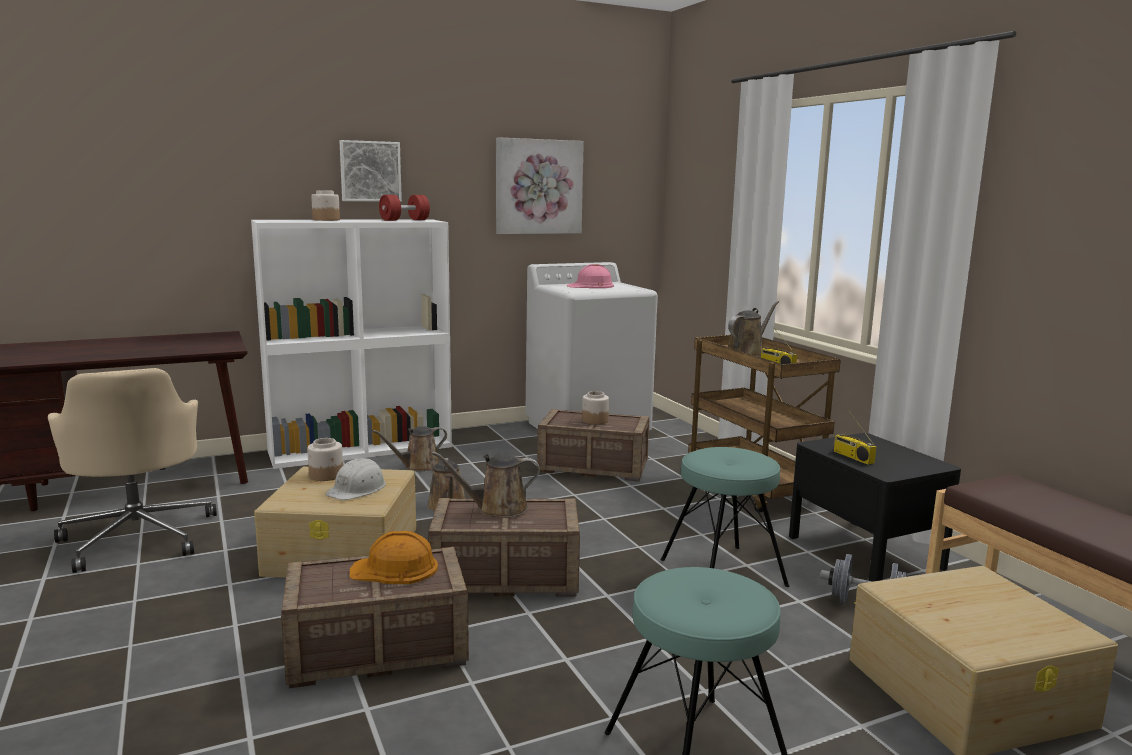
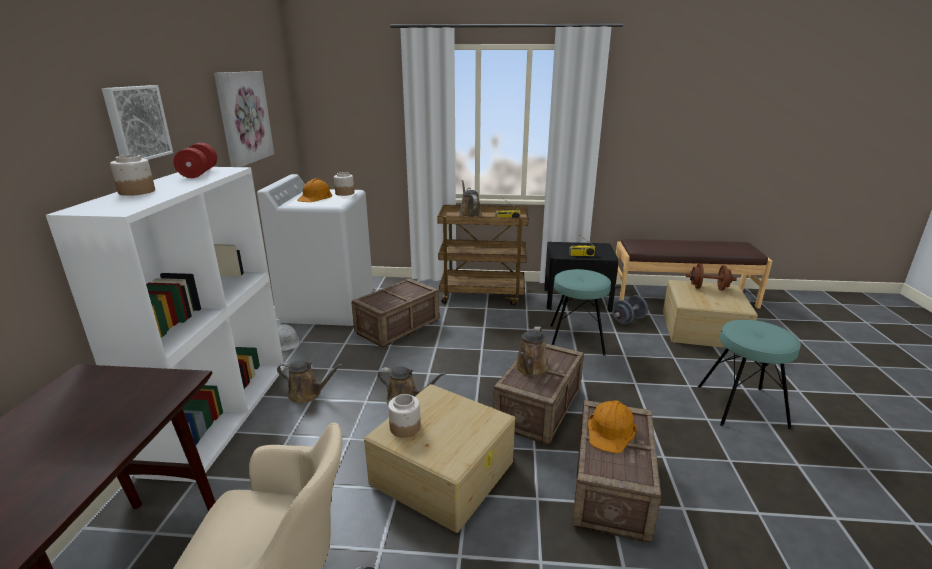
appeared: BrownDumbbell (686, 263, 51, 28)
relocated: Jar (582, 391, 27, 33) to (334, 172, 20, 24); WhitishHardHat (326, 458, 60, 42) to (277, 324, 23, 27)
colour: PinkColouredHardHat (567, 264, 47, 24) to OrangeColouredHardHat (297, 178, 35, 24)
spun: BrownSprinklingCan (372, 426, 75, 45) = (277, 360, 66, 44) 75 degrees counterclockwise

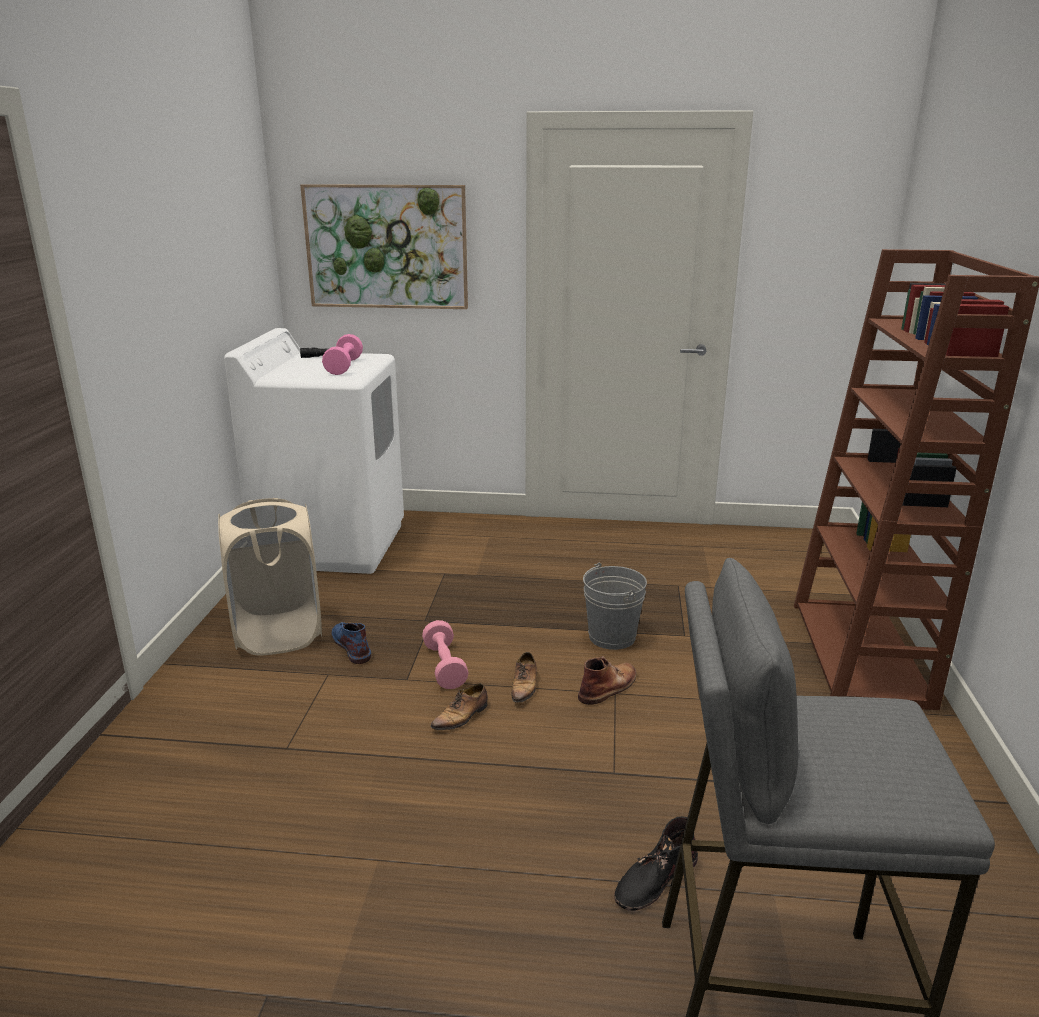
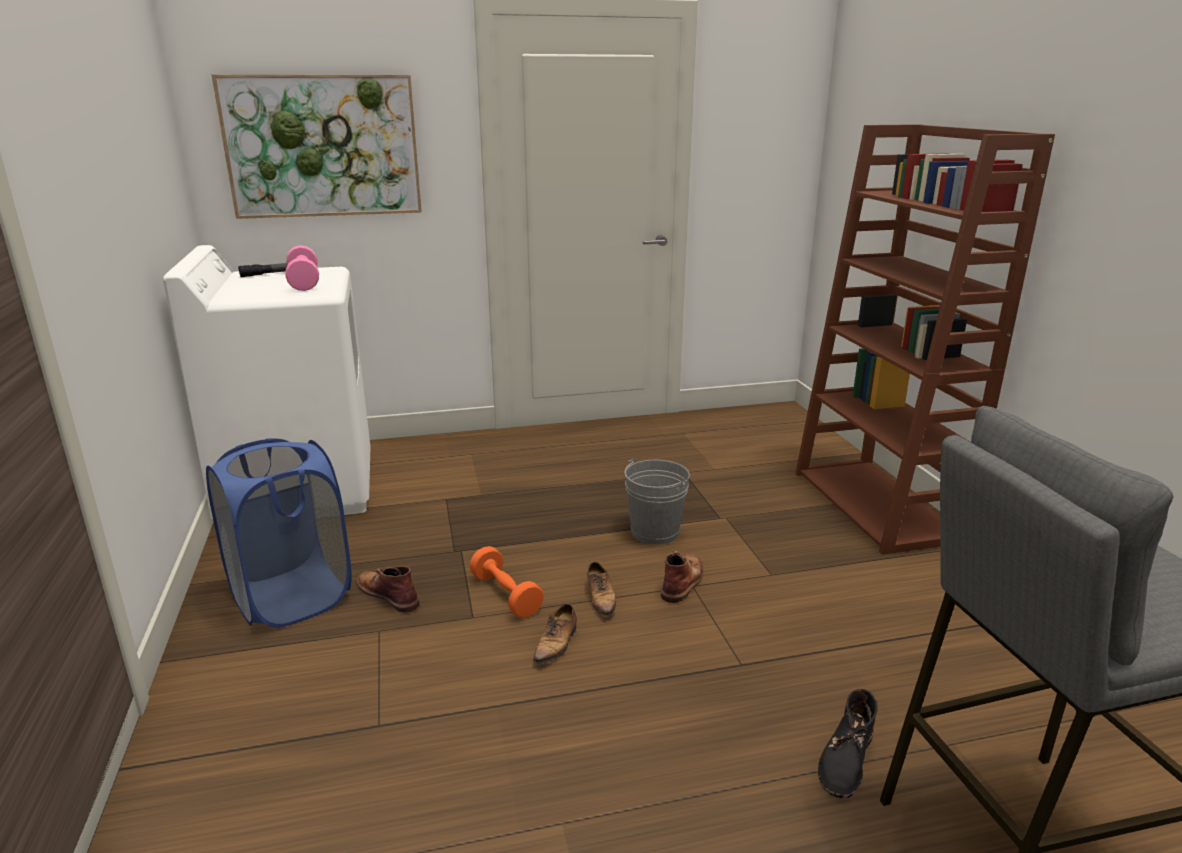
colour: SandColouredHamper (218, 498, 104, 158) to BlueHamper (206, 438, 146, 190); PinkColouredDumbbell (422, 620, 47, 69) to OrangeColouredDumbbell (470, 546, 74, 72); BlueHighTopBoot (332, 622, 39, 42) to BrownHighTopBoot (357, 566, 62, 47)

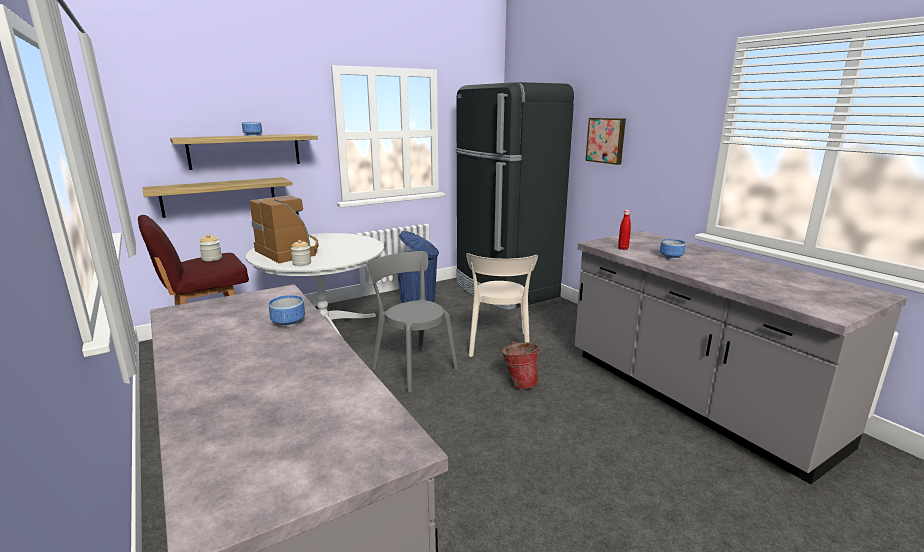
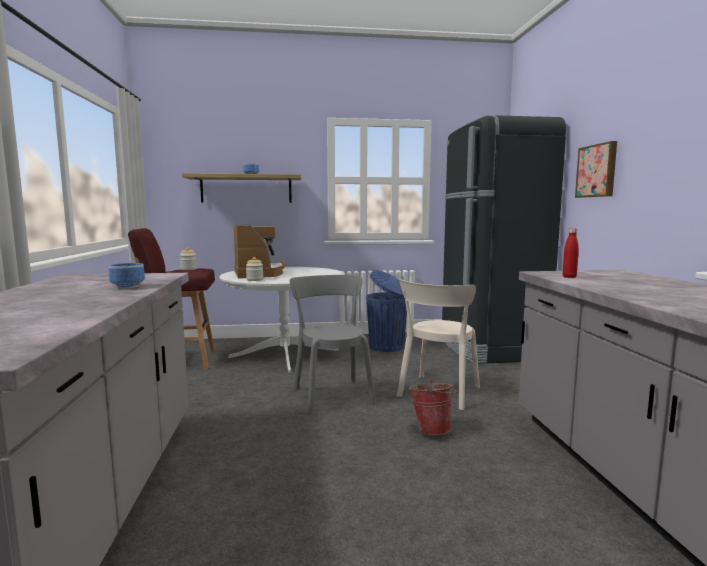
missing: WallShelf (142, 177, 151, 41); DeepDish (660, 239, 26, 20)

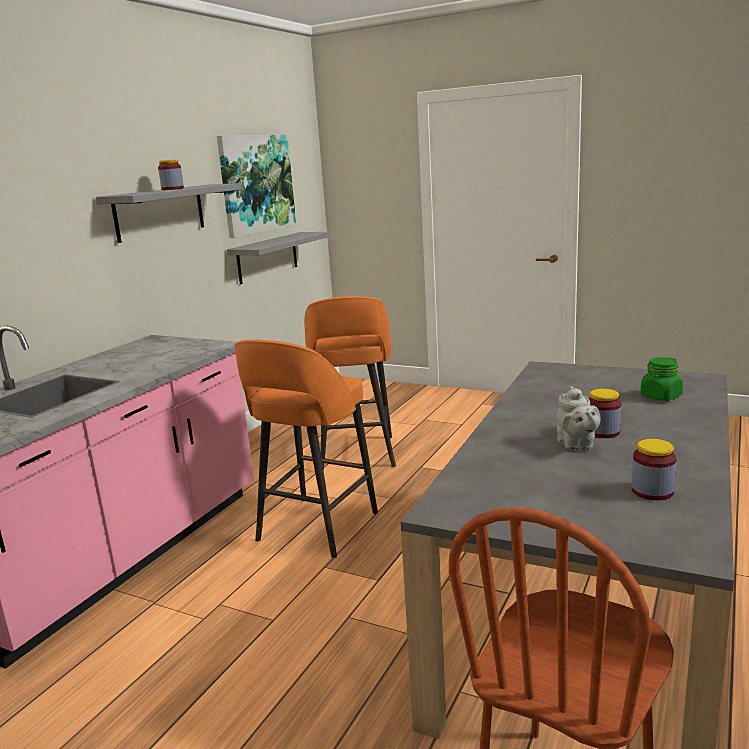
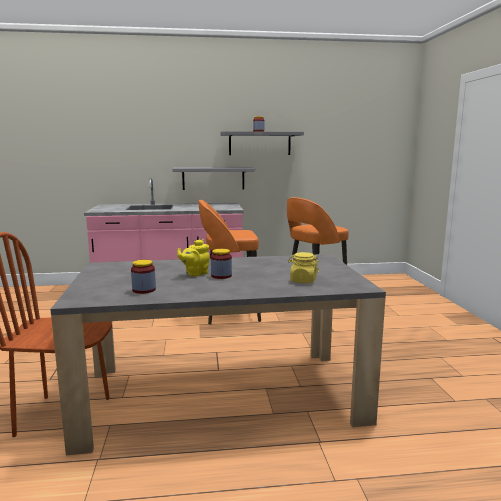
missing: Picture (217, 134, 79, 104)
relocated: GreyWallShelf (227, 232, 103, 53) to (172, 167, 83, 23)
colour: GreenishJar (640, 357, 43, 44) to YellowishJar (288, 252, 31, 31); GreyTeaPot (557, 386, 44, 65) to YellowishTeaPot (177, 239, 33, 38)

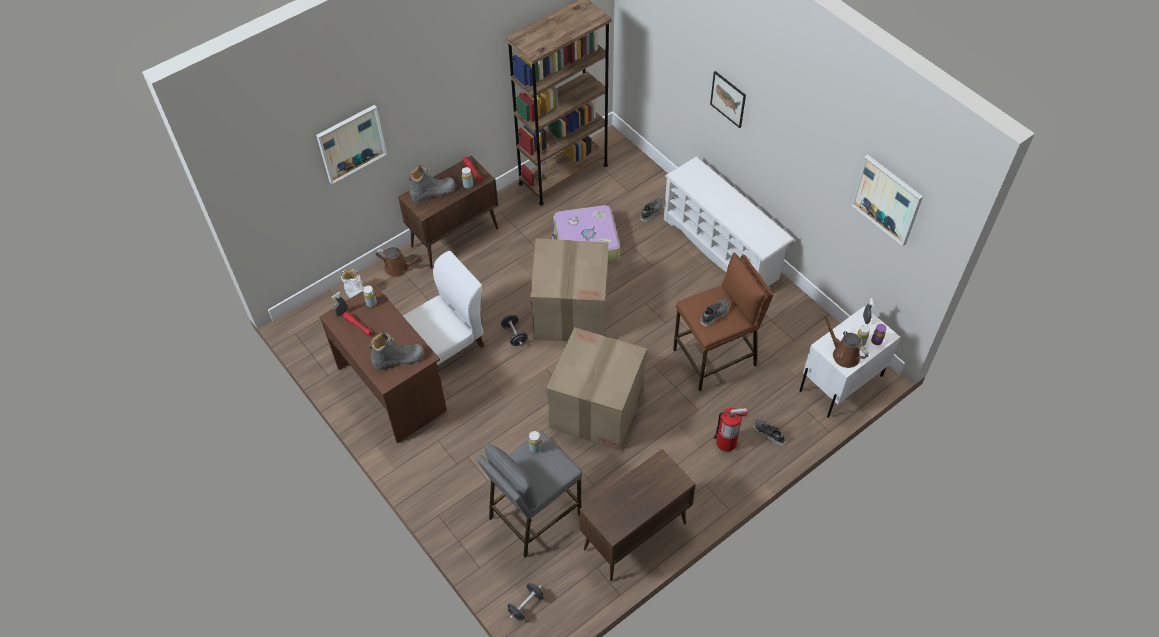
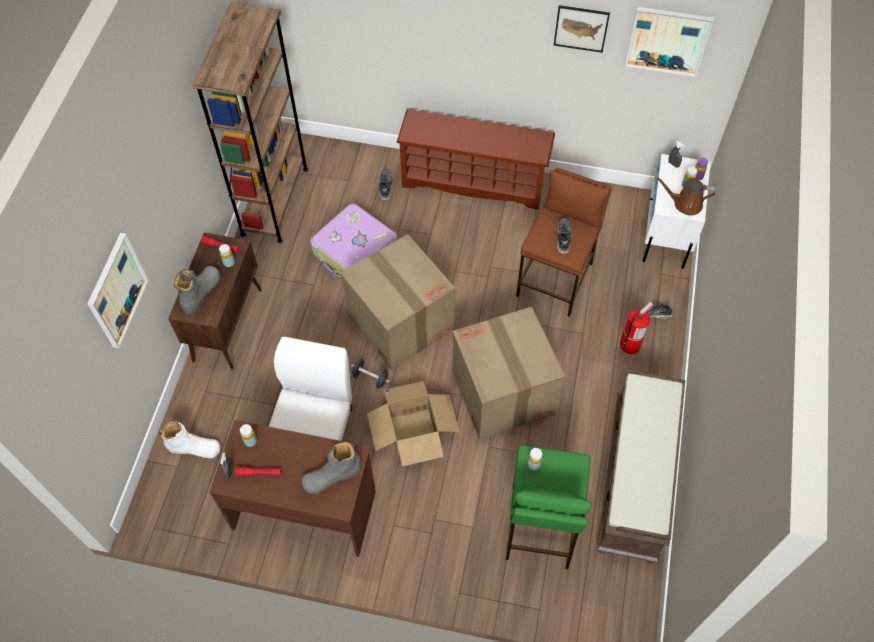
missing: BrownSprinklingCan (376, 247, 50, 30); BlackColouredDumbbell (508, 583, 36, 38)
appeared: Carton (367, 381, 93, 86)
relocated: Picture (710, 71, 36, 57) to (554, 5, 56, 48)
exchanged: BrownStorageCabinet (579, 449, 117, 132) to BrownBench (597, 369, 88, 195)
colour: WhitishShoeShelf (664, 157, 130, 130) to BrownShoeShelf (397, 109, 158, 101); GreySittingStool (477, 430, 105, 128) to GreenishSittingStool (506, 445, 86, 124)
spun: GreyHighTopBoot (370, 332, 54, 38) = (302, 442, 59, 52) 150 degrees counterclockwise

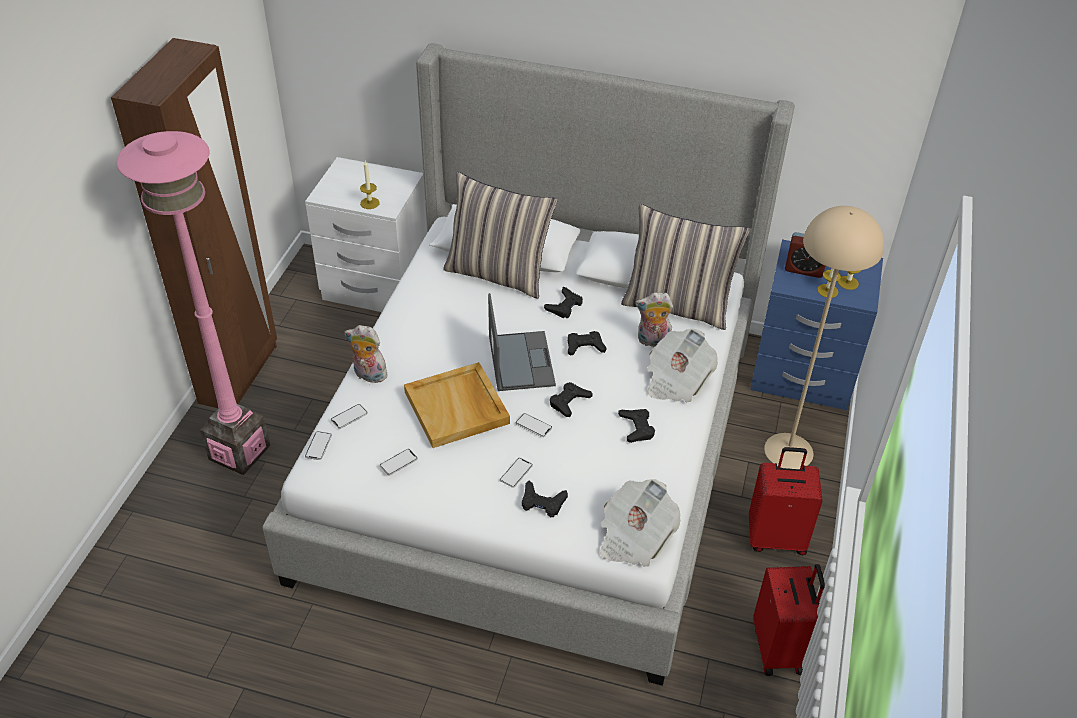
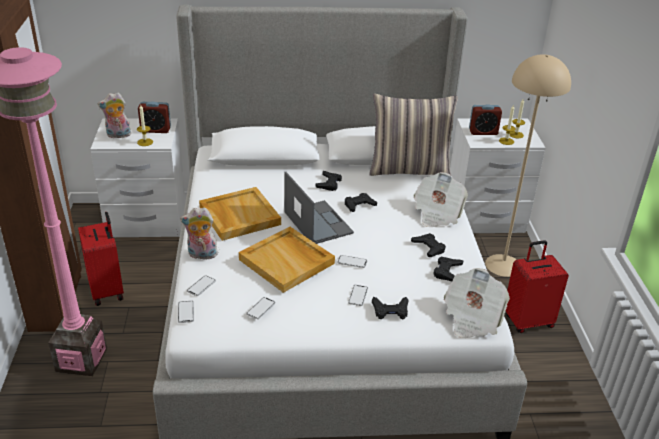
missing: Cushion (443, 172, 115, 127)
appeared: BedsideClock (138, 101, 33, 32); SandColouredTray (199, 187, 82, 54)
relocated: SoftToy (635, 292, 38, 55) to (98, 92, 33, 46); BlackColouredGamepad (550, 382, 43, 35) to (433, 257, 31, 24); ReddishTravelCase (753, 564, 72, 112) to (78, 212, 46, 94)
colour: BlueNightTable (750, 239, 133, 171) to WhitishNightTable (450, 118, 95, 115)

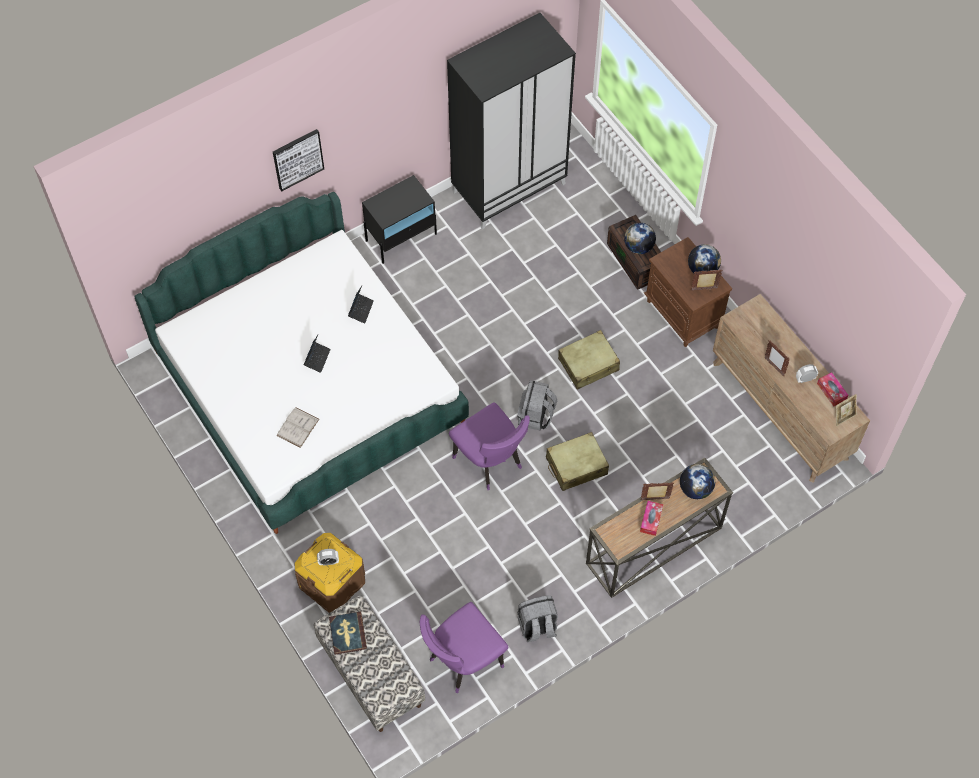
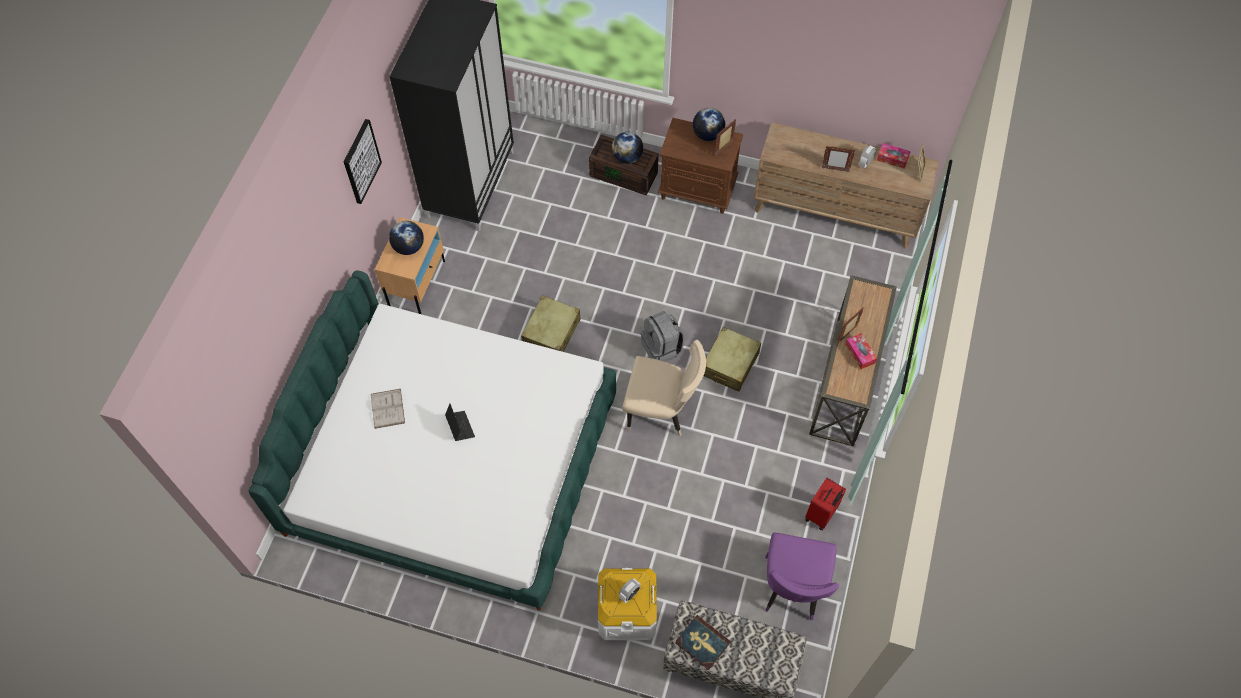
missing: PortableComputer (348, 286, 26, 37)
relocated: Picture (273, 129, 51, 62) to (344, 119, 38, 85); SandColouredTravelCase (558, 330, 62, 60) to (521, 295, 60, 57); WhitishBook (276, 407, 43, 41) to (371, 389, 34, 40); Globe (680, 464, 35, 35) to (389, 221, 35, 34)
exchanged: GreyKnapsack (517, 595, 41, 47) to ReddishTravelCase (805, 478, 41, 52)
colour: BlackColouredNightTable (362, 175, 75, 89) to SandColouredNightTable (375, 217, 70, 97); PurplishUprightChair (449, 402, 81, 88) to SandColouredUprightChair (622, 340, 84, 96); BrownStorageBox (295, 533, 70, 80) to WhitishStorageBox (598, 568, 59, 72)

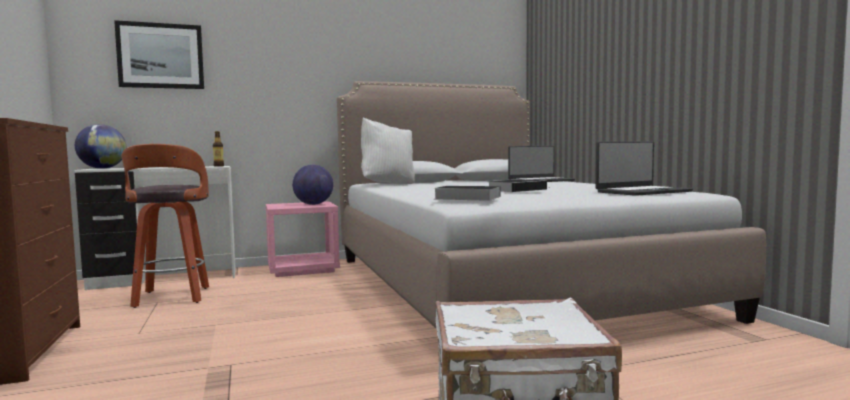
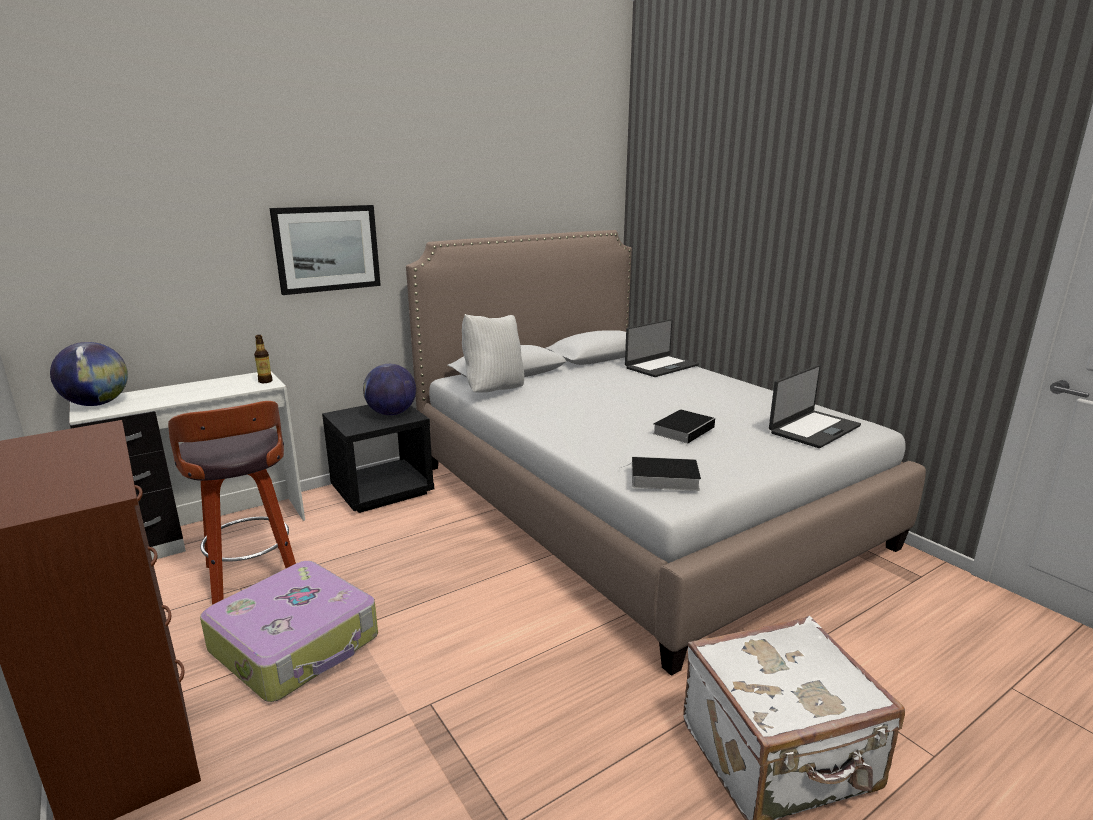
appeared: TravelCase (200, 561, 178, 141)
relocated: Picture (114, 20, 90, 69) to (270, 205, 111, 90)
colour: PinkColouredNightTable (266, 201, 74, 76) to BlackColouredNightTable (322, 405, 112, 108)

